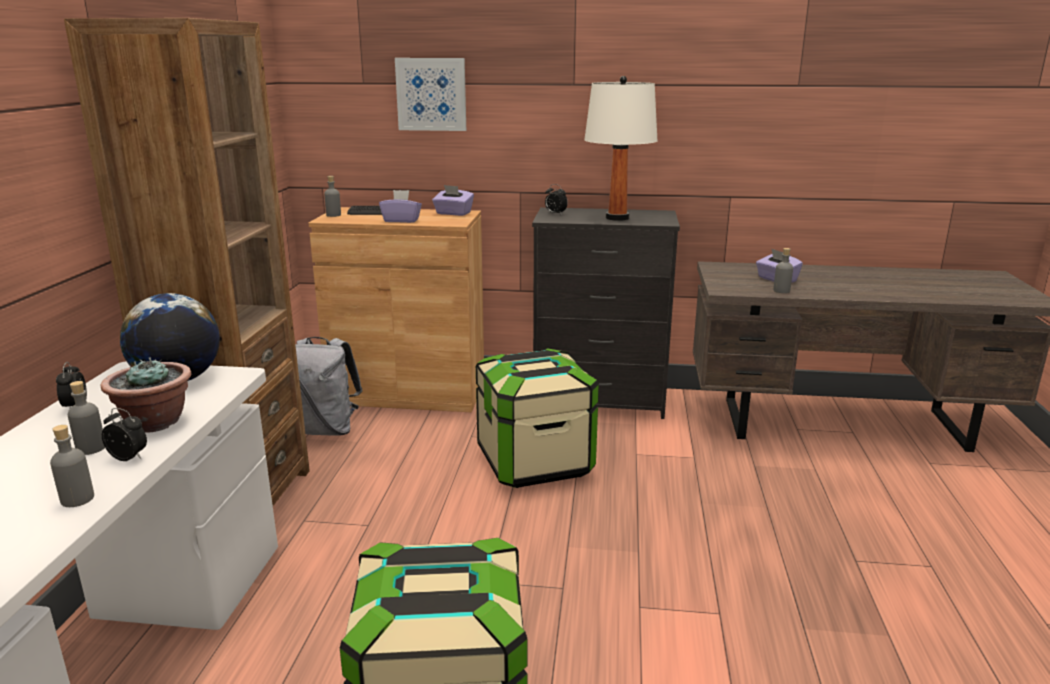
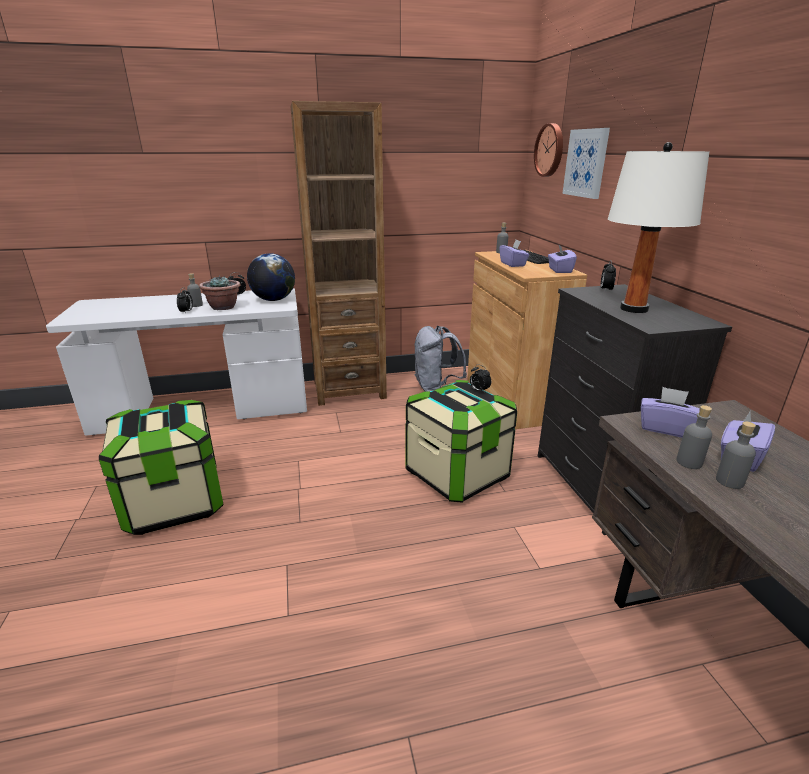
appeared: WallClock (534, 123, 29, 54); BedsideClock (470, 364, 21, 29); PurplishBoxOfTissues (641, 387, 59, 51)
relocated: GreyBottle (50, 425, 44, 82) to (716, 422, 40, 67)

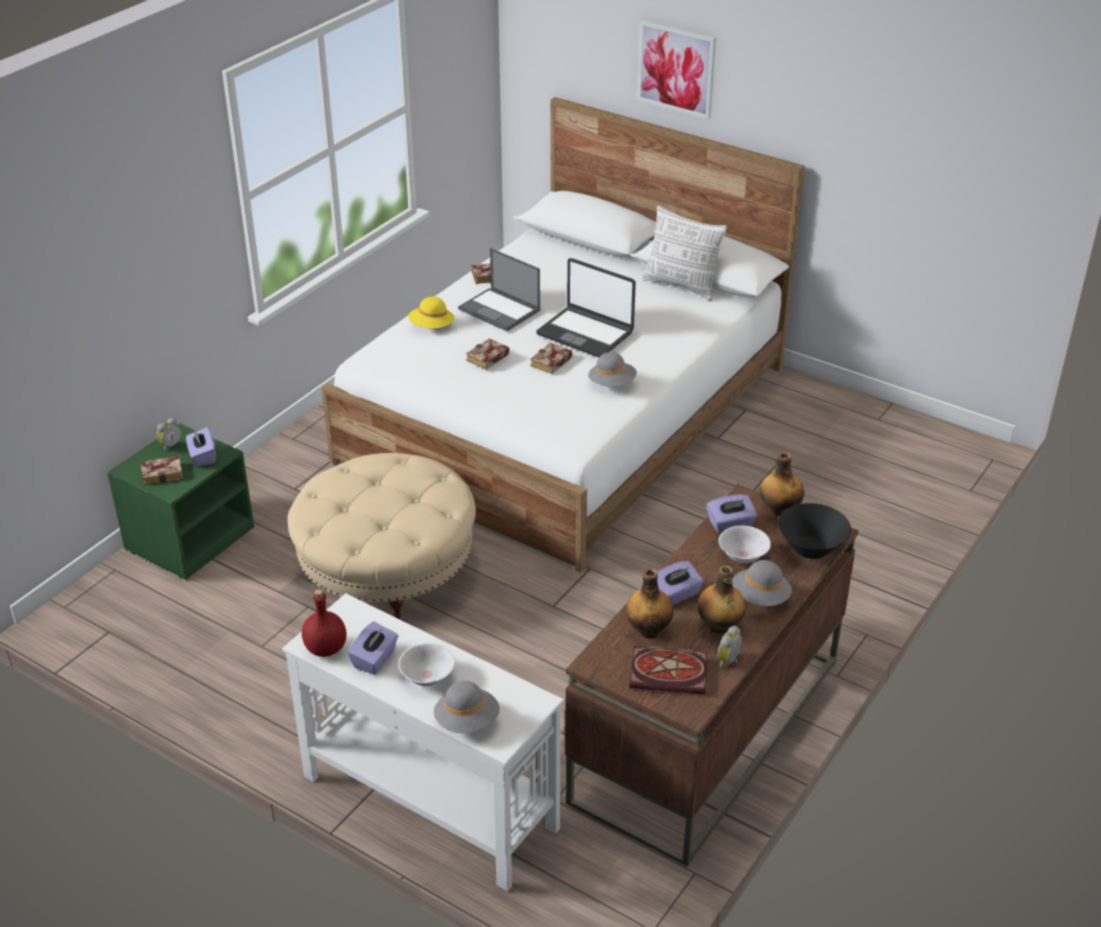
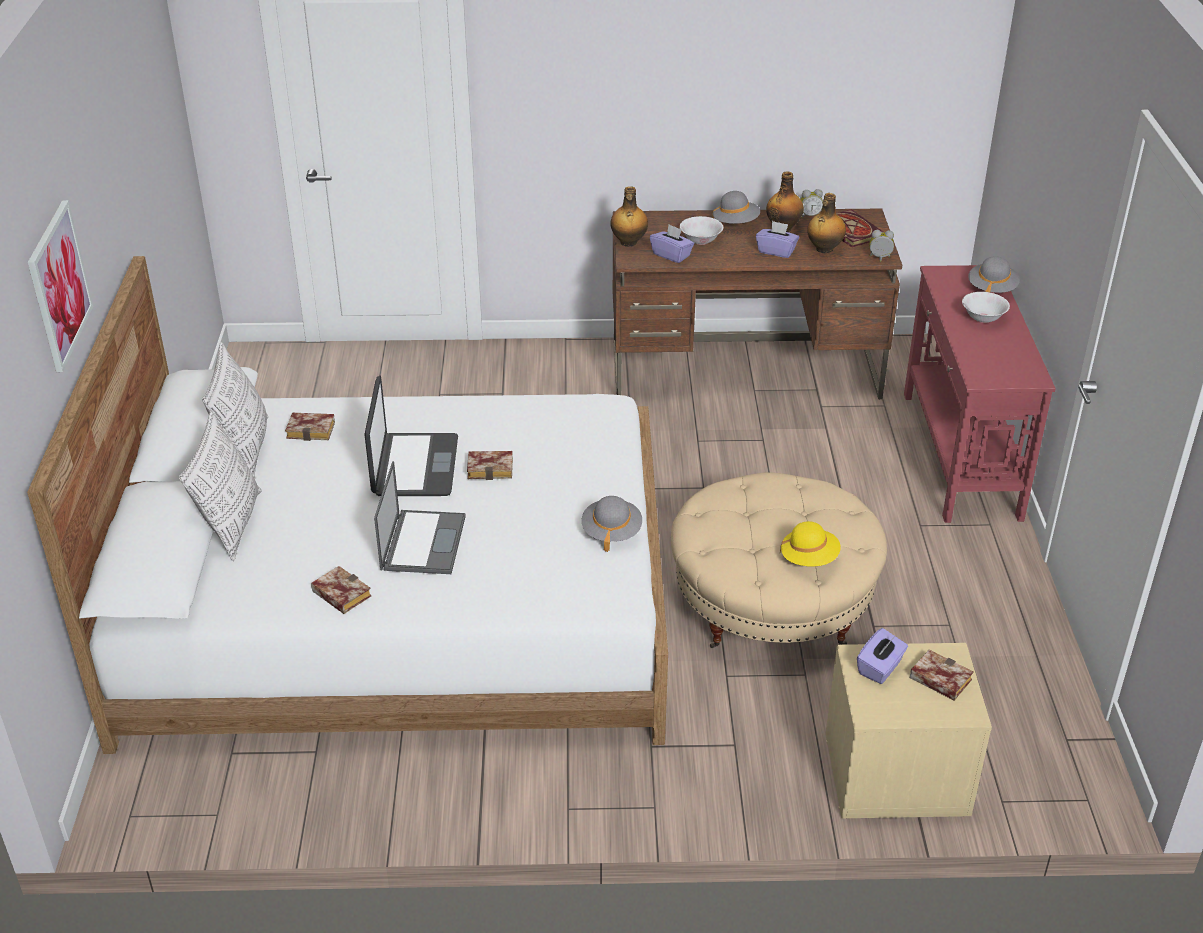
missing: BlackColouredDeepDish (778, 503, 73, 56); ReddishBottle (302, 589, 45, 68); PurplishBoxOfTissues (348, 622, 50, 53)
appeared: Cushion (179, 412, 82, 149)
relocated: YellowishHat (408, 297, 46, 32) to (780, 521, 61, 45); Book (466, 338, 44, 31) to (285, 413, 50, 28); GreyHat (588, 352, 49, 35) to (582, 496, 60, 56); BedsideClock (156, 418, 25, 33) to (869, 230, 25, 32)
colour: GreenishNightTable (107, 424, 147, 156) to SandColouredNightTable (826, 643, 166, 175); WhitishNarrowTable (282, 593, 282, 298) to ReddishNarrowTable (904, 265, 152, 258)

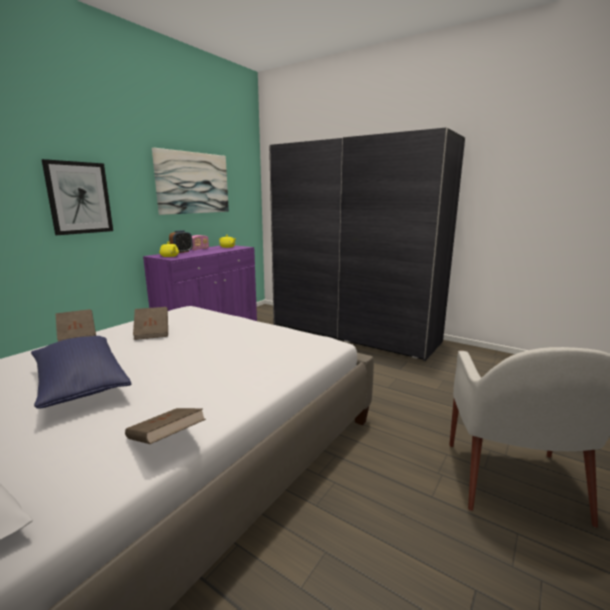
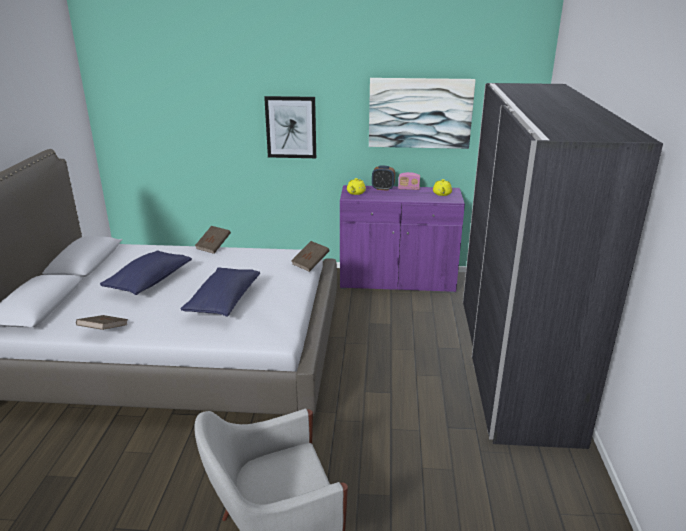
appeared: BlueCushion (181, 267, 79, 50)
relocated: BrownBook (133, 307, 35, 33) to (291, 241, 39, 31)

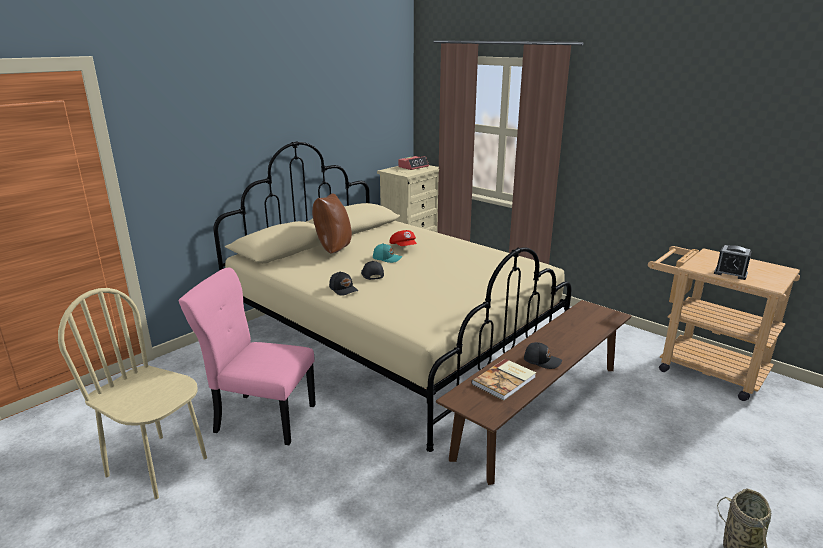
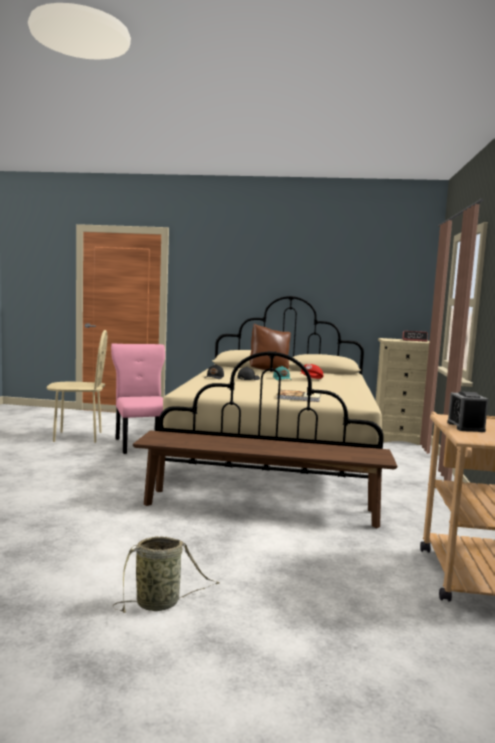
missing: BlackColouredPeakedCap (524, 342, 38, 27)
relocated: Book (472, 359, 64, 41) to (277, 390, 43, 12)
spun: SandColouredUprightChair (58, 288, 149, 211) = (47, 330, 60, 113) 90 degrees clockwise

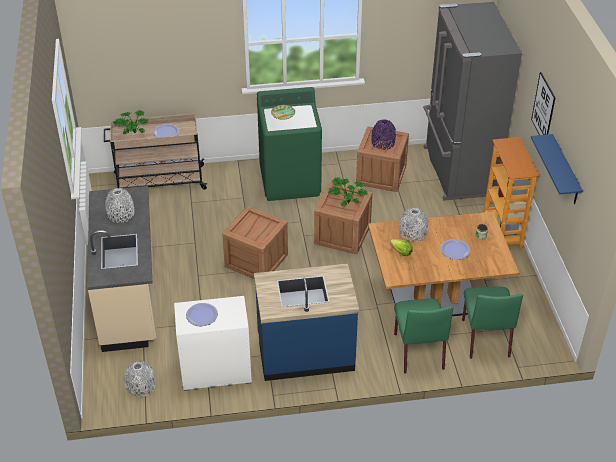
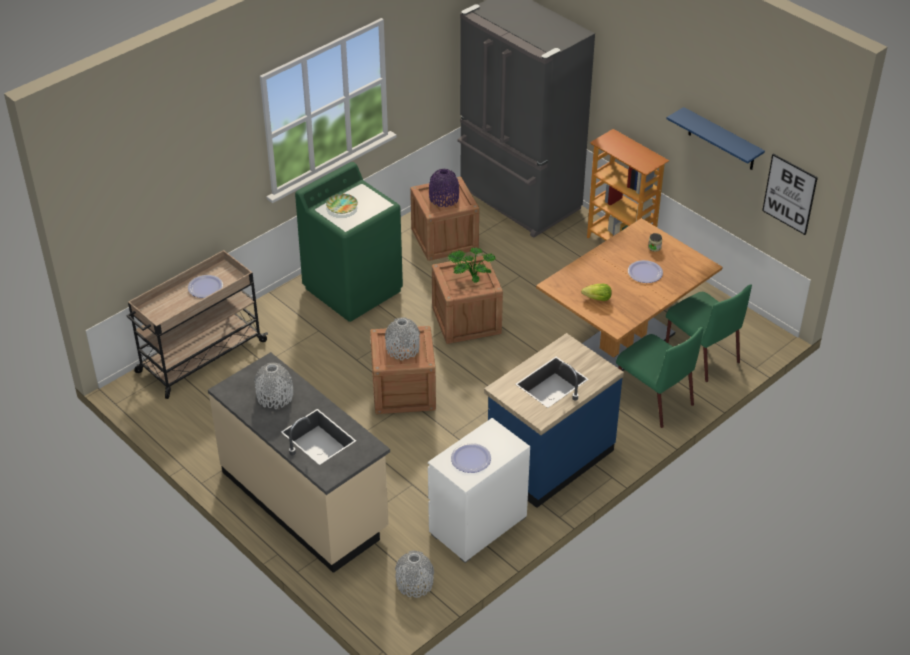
missing: PlantInAPot (114, 110, 34, 24)
relocated: Picture (531, 72, 25, 63) to (762, 154, 56, 81); GreyVase (400, 207, 28, 35) to (385, 317, 35, 43)

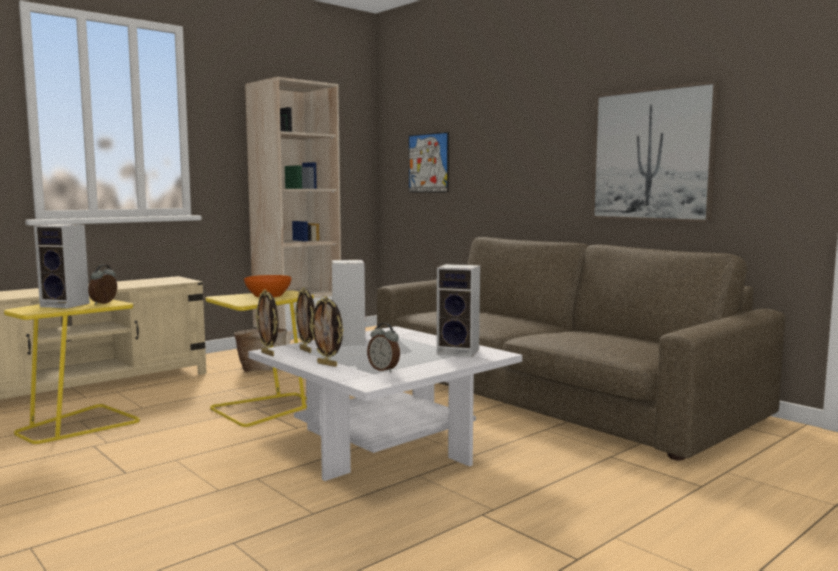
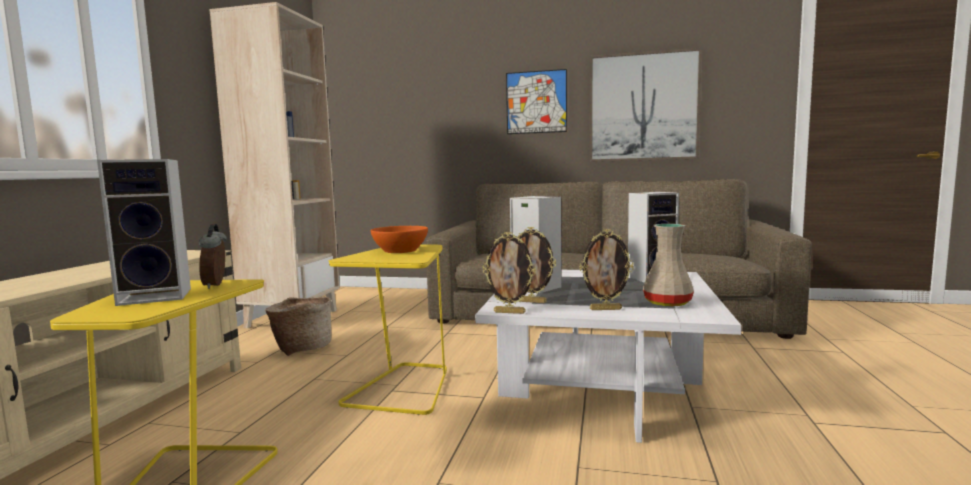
relocated: Picture (409, 132, 40, 61) to (506, 69, 61, 65)
exchanged: BedsideClock (367, 323, 33, 50) to SandColouredVase (643, 224, 51, 82)

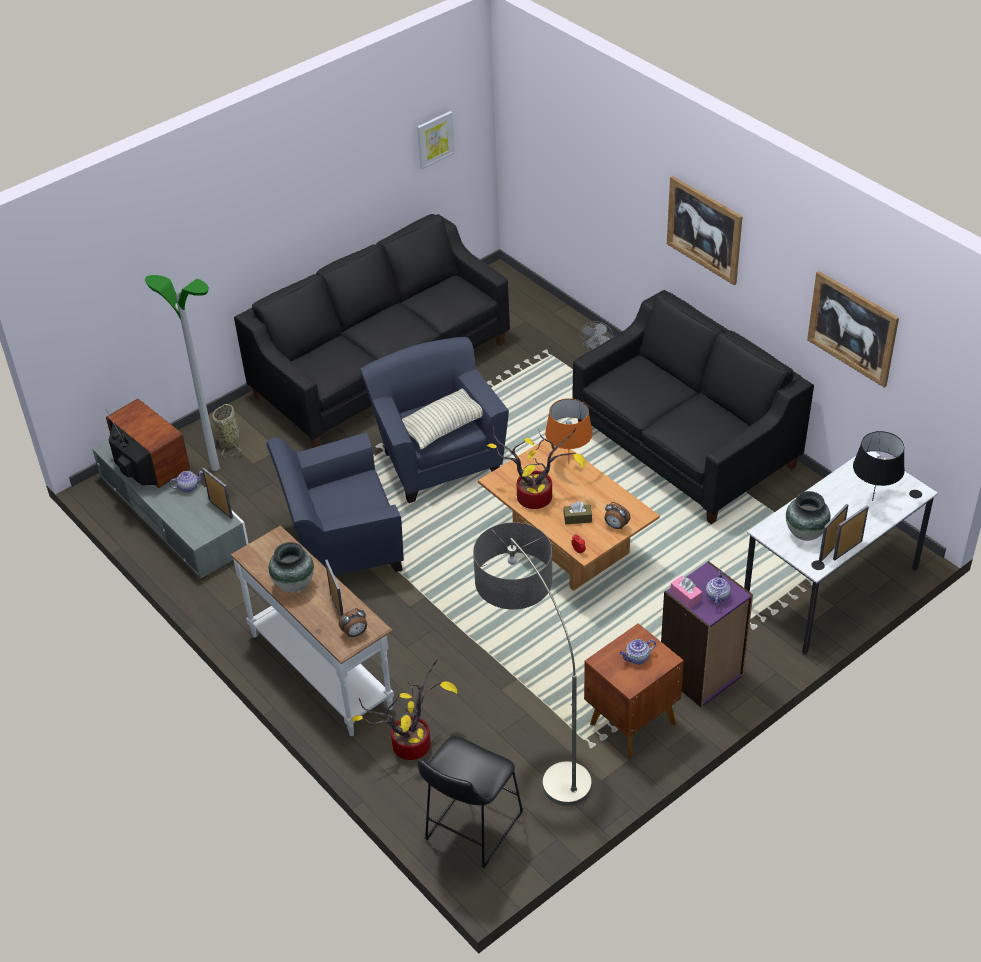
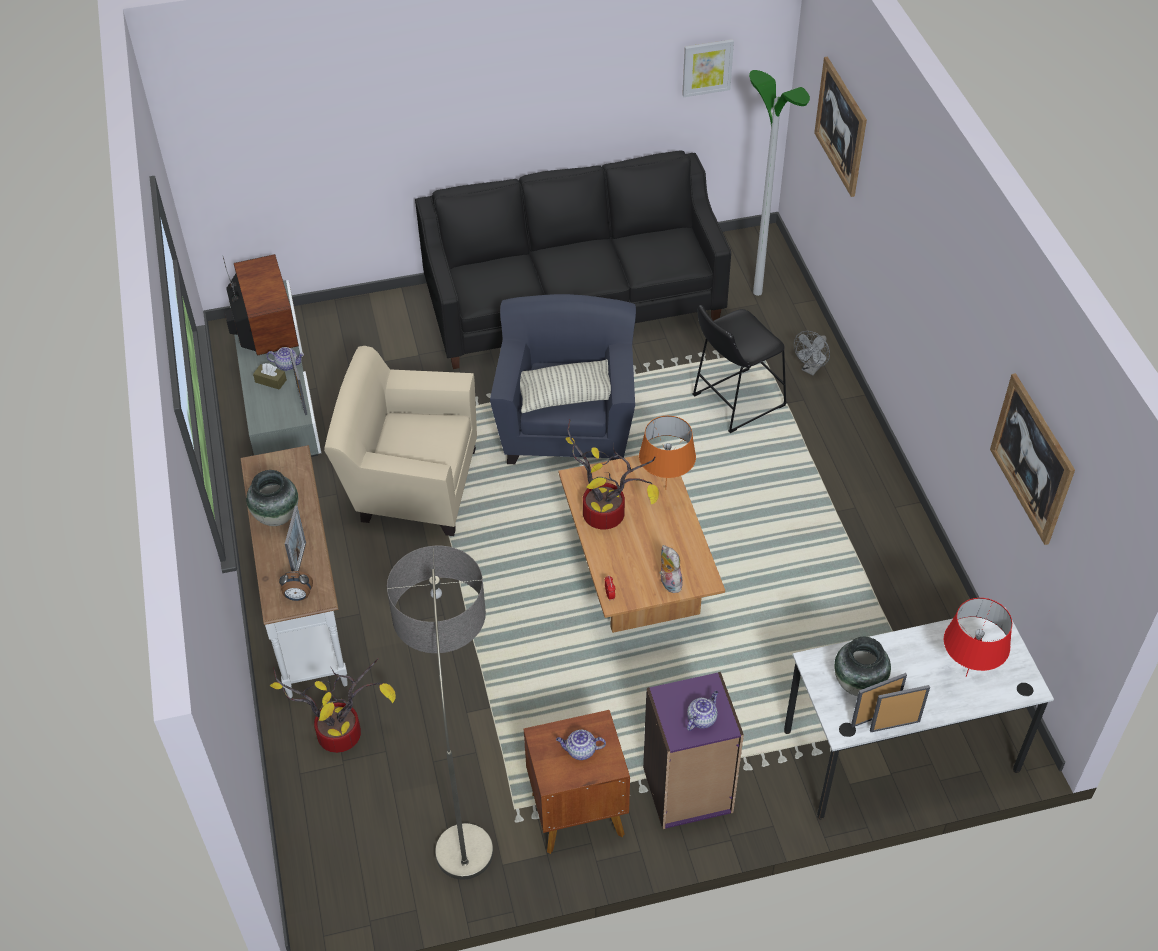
missing: BlackColouredCouch (572, 290, 242, 234); HouseholdBasket (212, 404, 30, 53); PinkColouredBoxOfTissues (670, 576, 32, 32)
relocated: Picture (667, 176, 76, 109) to (814, 56, 53, 141); StandardLamp (145, 275, 75, 196) to (749, 70, 61, 226); BrownBoxOfTissues (564, 501, 28, 23) to (253, 363, 34, 27); BlackColouredSittingStool (418, 736, 105, 132) to (692, 305, 95, 128)
exchanged: BedsideClock (604, 502, 27, 27) to SoftToy (659, 545, 24, 48)
colour: BlackColouredTabletopLamp (853, 431, 52, 70) to ReddishTabletopLamp (944, 598, 68, 79); BlueArmchair (267, 432, 137, 143) to SandColouredArmchair (324, 346, 153, 190)

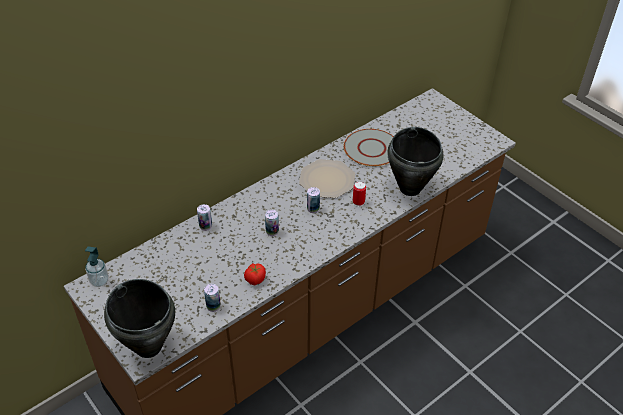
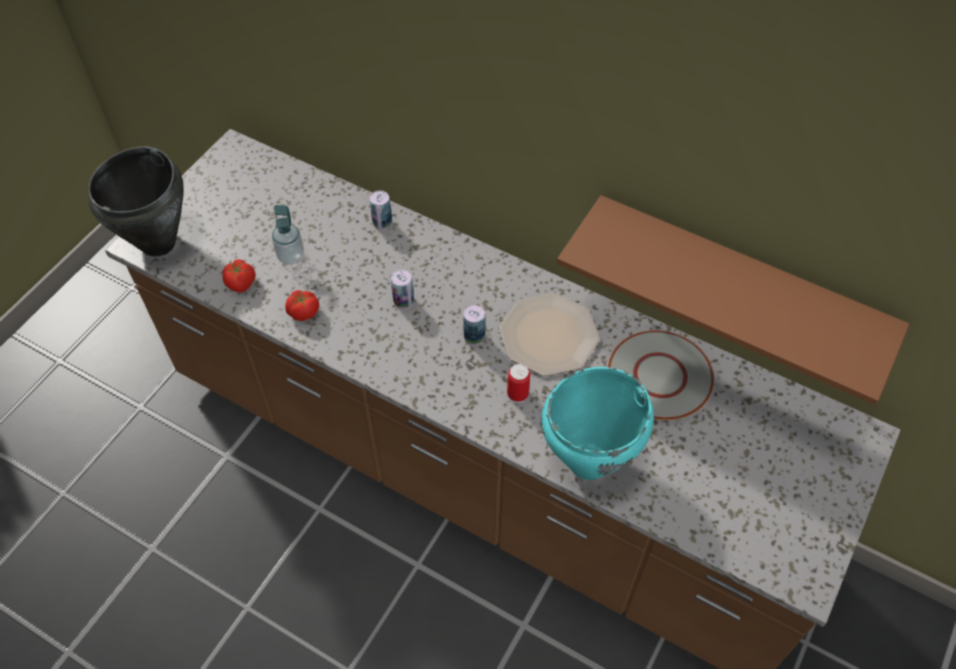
appeared: BrownWallShelf (557, 195, 353, 210)
relocated: SoapDispenser (85, 246, 24, 41) to (272, 205, 32, 60)
exchanged: SealedCan (204, 284, 17, 28) to Tomato (222, 259, 34, 33)
colour: BlackColouredCookingPot (388, 127, 56, 69) to BlueGreenCookingPot (541, 367, 113, 113)

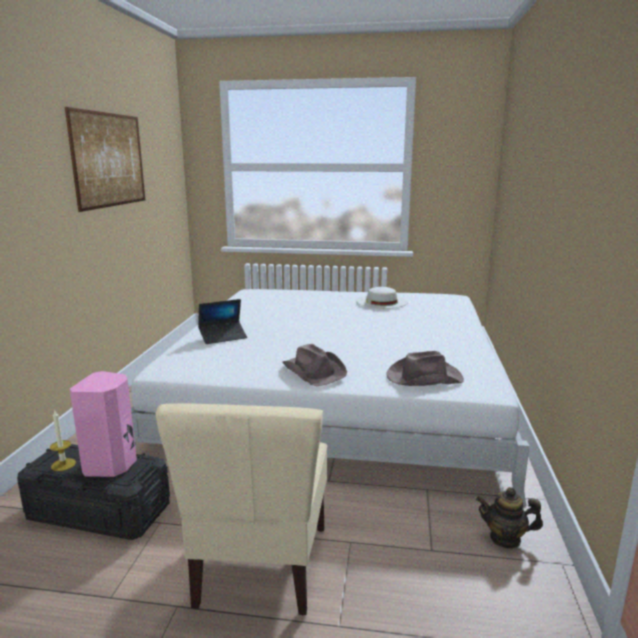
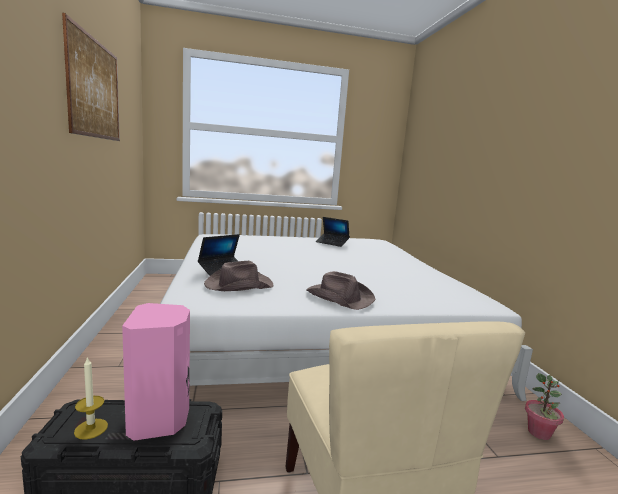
relocated: BrownHat (386, 351, 78, 35) to (204, 261, 69, 30)
exchanged: WhitishHat (356, 287, 52, 21) to PortableComputer (316, 217, 34, 30); TeaPot (476, 487, 67, 62) to PlantInAPot (525, 373, 39, 67)

